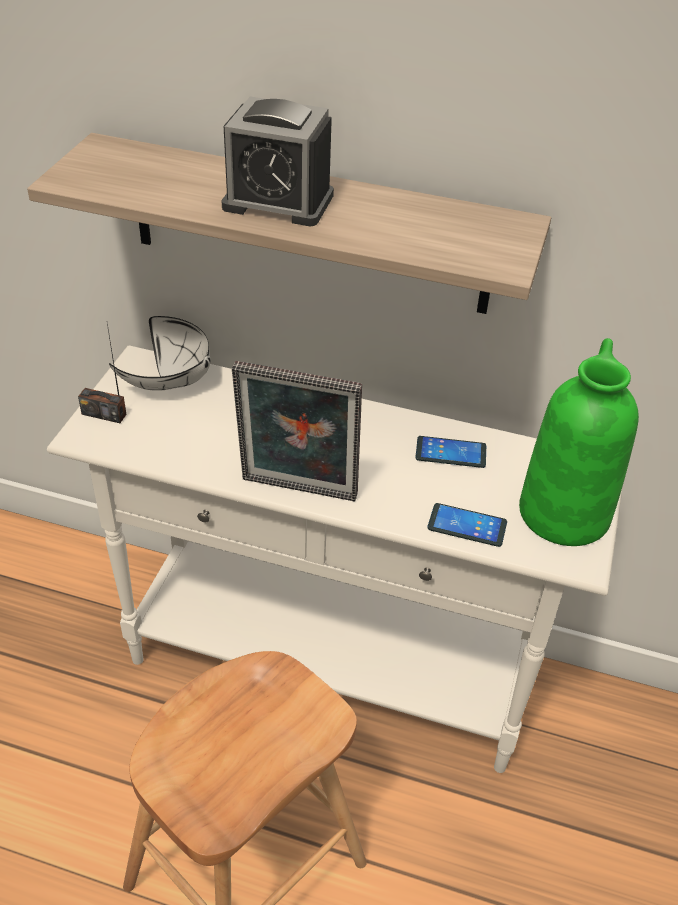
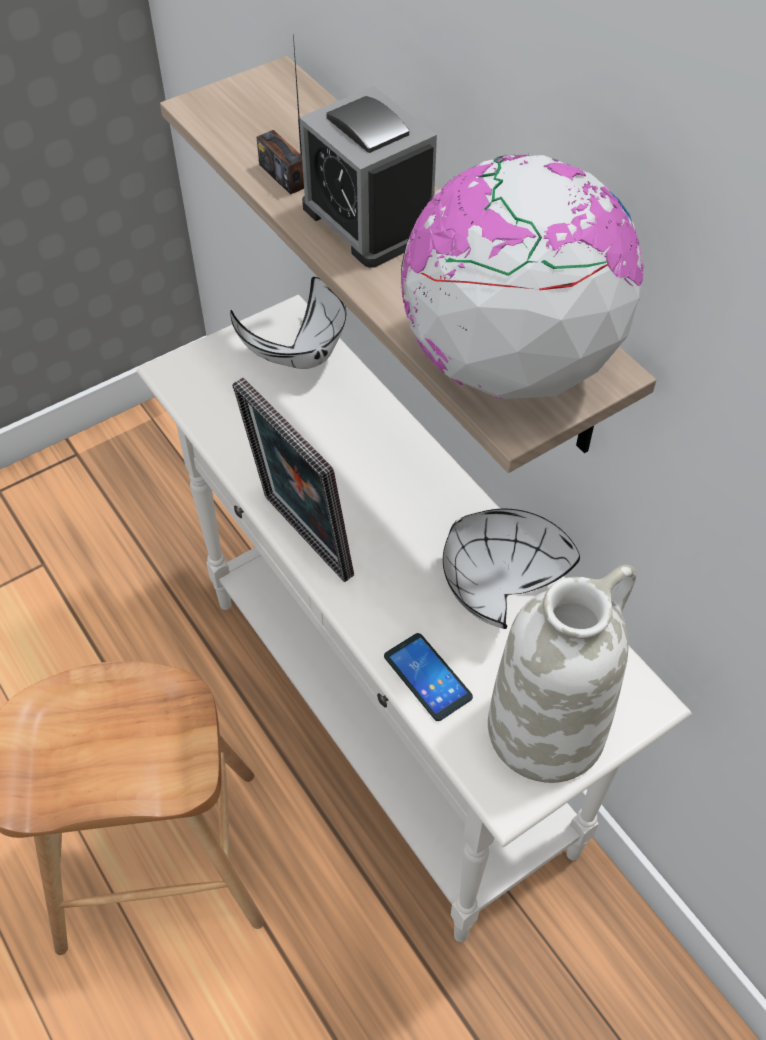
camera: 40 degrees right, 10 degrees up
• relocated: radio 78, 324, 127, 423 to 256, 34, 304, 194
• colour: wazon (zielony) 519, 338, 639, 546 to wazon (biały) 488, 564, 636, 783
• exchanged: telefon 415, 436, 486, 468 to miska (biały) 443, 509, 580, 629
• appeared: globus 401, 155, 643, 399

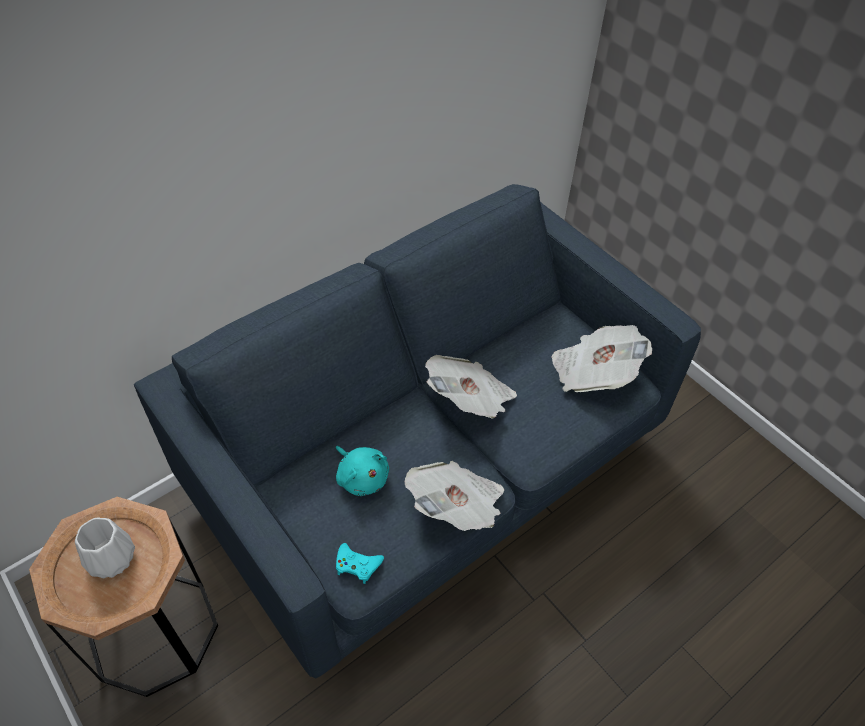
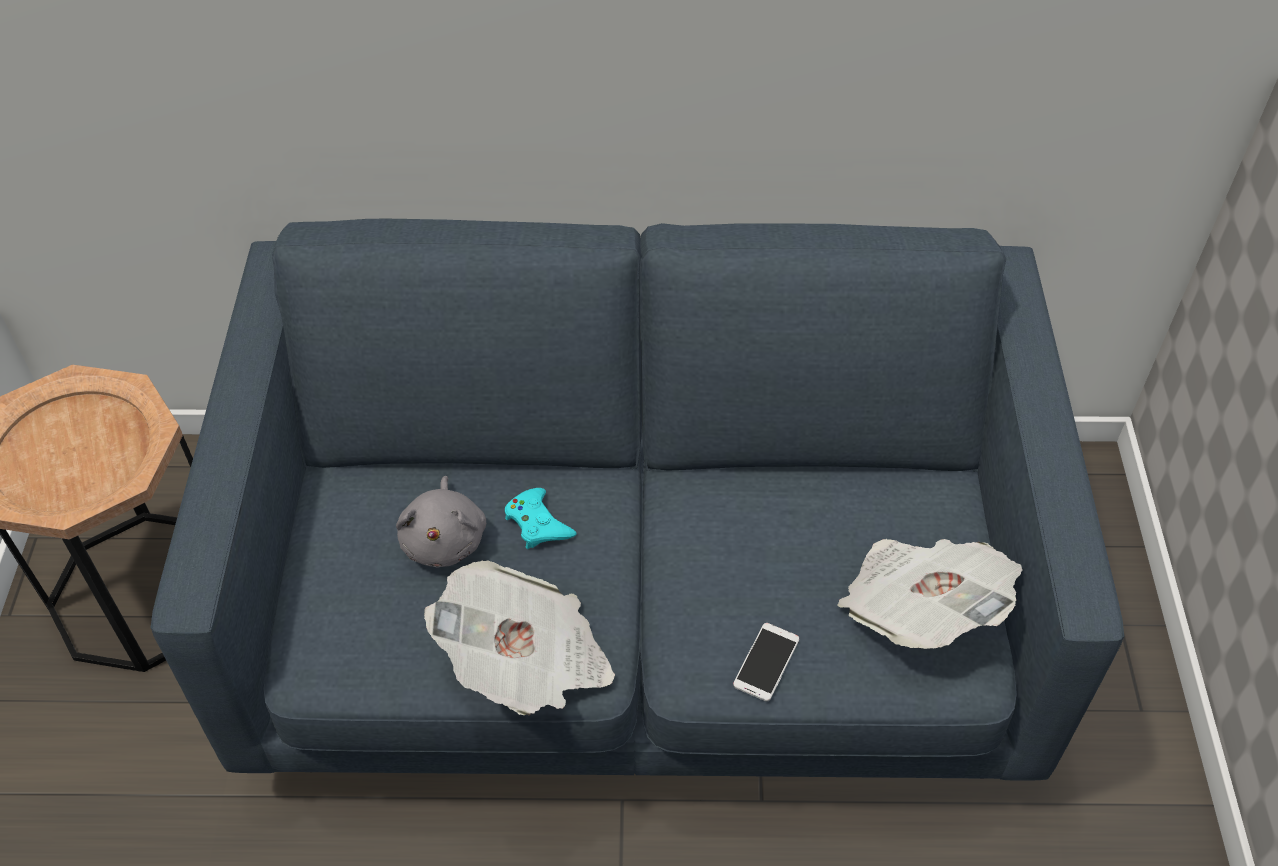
camera: 40 degrees right, 0 degrees up
• missing: gazeta 425, 355, 517, 419
• colour: pluszak (turkusowy) 336, 446, 389, 496 to pluszak (szary) 396, 476, 486, 567
• missing: wazon (biały) 75, 518, 135, 578
• relocated: pad do gier (turkusowy) 336, 543, 384, 584 to 505, 488, 577, 549
• appeared: telefon 733, 623, 799, 701

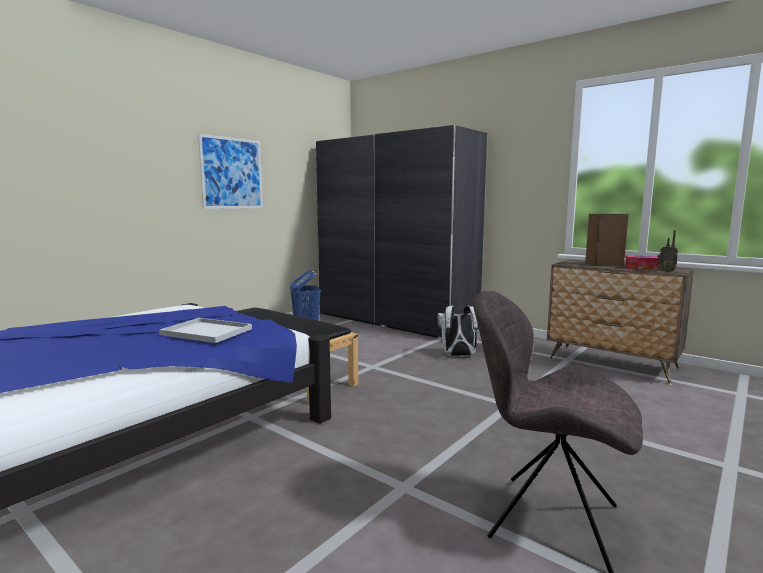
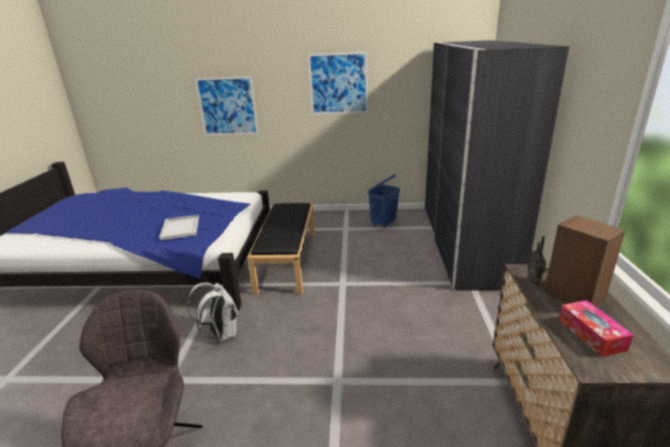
camera: 55 degrees right, 15 degrees up
• relocated: radio 657, 230, 678, 273 to 527, 235, 547, 284
• relocated: plecak (biały) 437, 305, 478, 356 to 188, 283, 238, 342
• appeared: obraz 195, 76, 259, 136

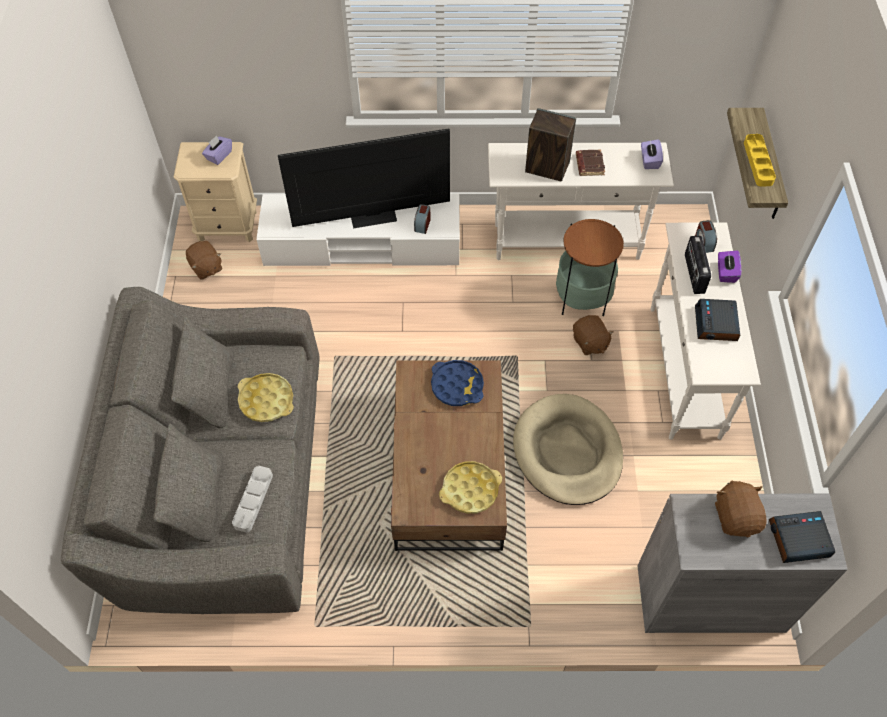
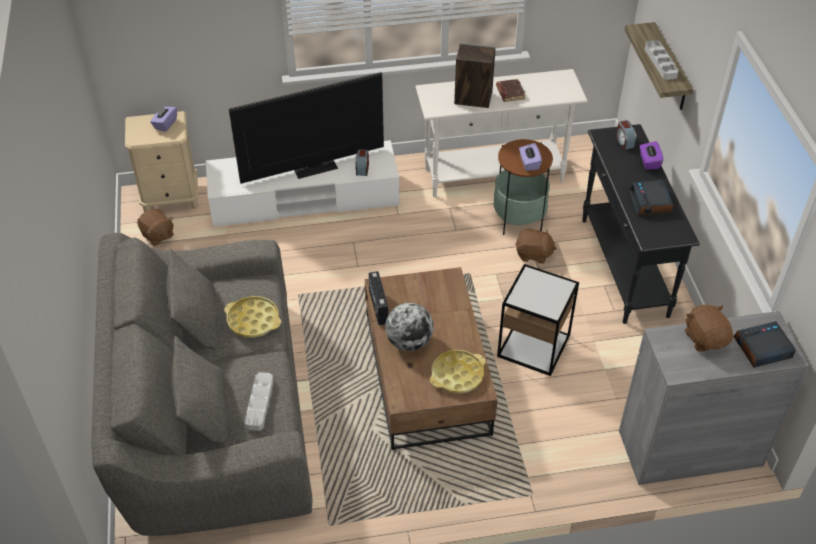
camera: 10 degrees left, 10 degrees down
• colour: taca (żółty) 744, 134, 776, 187 to taca (szary) 645, 40, 679, 80
• relocated: pudełko chusteczek (fioletowy) 641, 139, 663, 169 to 519, 143, 542, 171
• colour: stolik konsolowy (biały) 650, 222, 761, 440 to stolik konsolowy (czarny) 582, 124, 700, 324
• relocated: radio 685, 236, 711, 294 to 369, 271, 388, 325
• spun: pluszak (brązowy) 573, 315, 614, 355 = 516, 229, 557, 264 45 degrees counterclockwise
• missing: taca (niebieski) 431, 360, 484, 406
• exchanged: legowisko (beżowy) 513, 394, 623, 505 to stolik 497, 264, 579, 376
• appeared: globus 385, 303, 434, 351

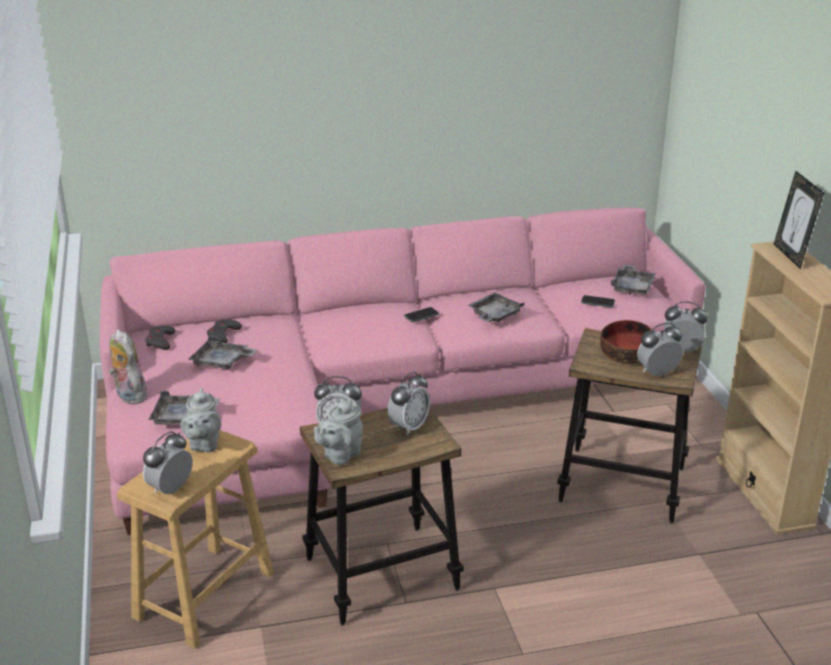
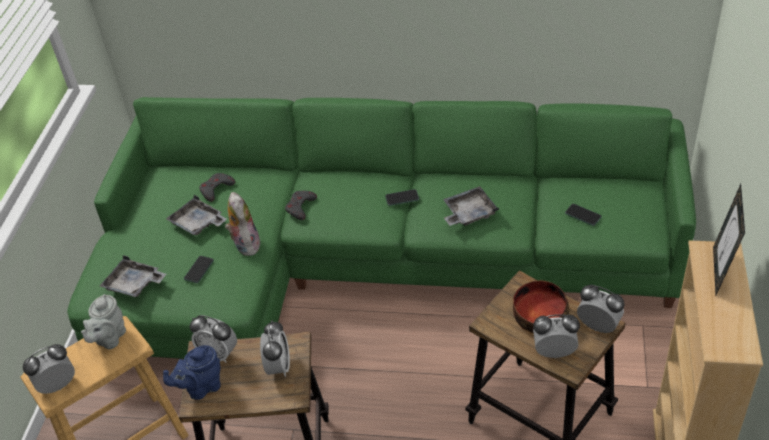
camera: 25 degrees right, 15 degrees up
• colour: kanapa (różowy) 100, 208, 706, 535 to kanapa (zielony) 67, 97, 696, 359
• missing: taca (szary) 611, 265, 656, 295
• relocated: pad do gier (szary) 146, 325, 175, 350 to 285, 191, 317, 220
• relocated: pluszak 109, 329, 147, 405 to 225, 192, 261, 256
• spun: budzik 387, 372, 430, 436 = 260, 320, 290, 377 60 degrees counterclockwise
• colour: imbryk (szary) 314, 399, 363, 465 to imbryk (niebieski) 163, 345, 220, 400
• appeared: telefon 184, 256, 214, 283

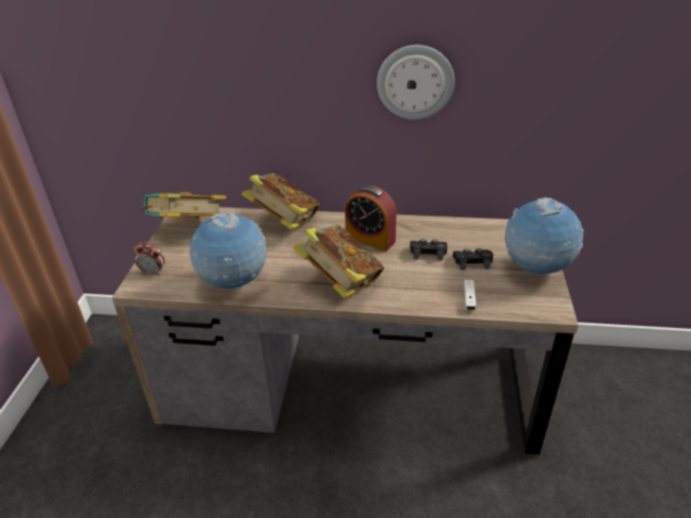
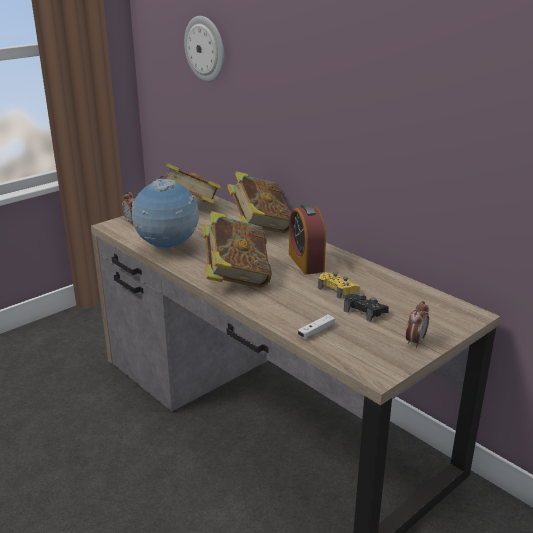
camera: 40 degrees right, 10 degrees down
• relocated: zegar ścienny 377, 45, 455, 120 to 184, 16, 224, 82
• exchanged: globus 505, 198, 584, 275 to budzik 406, 301, 429, 348
• colour: pad do gier (czarny) 410, 238, 447, 260 to pad do gier (żółty) 318, 272, 360, 299

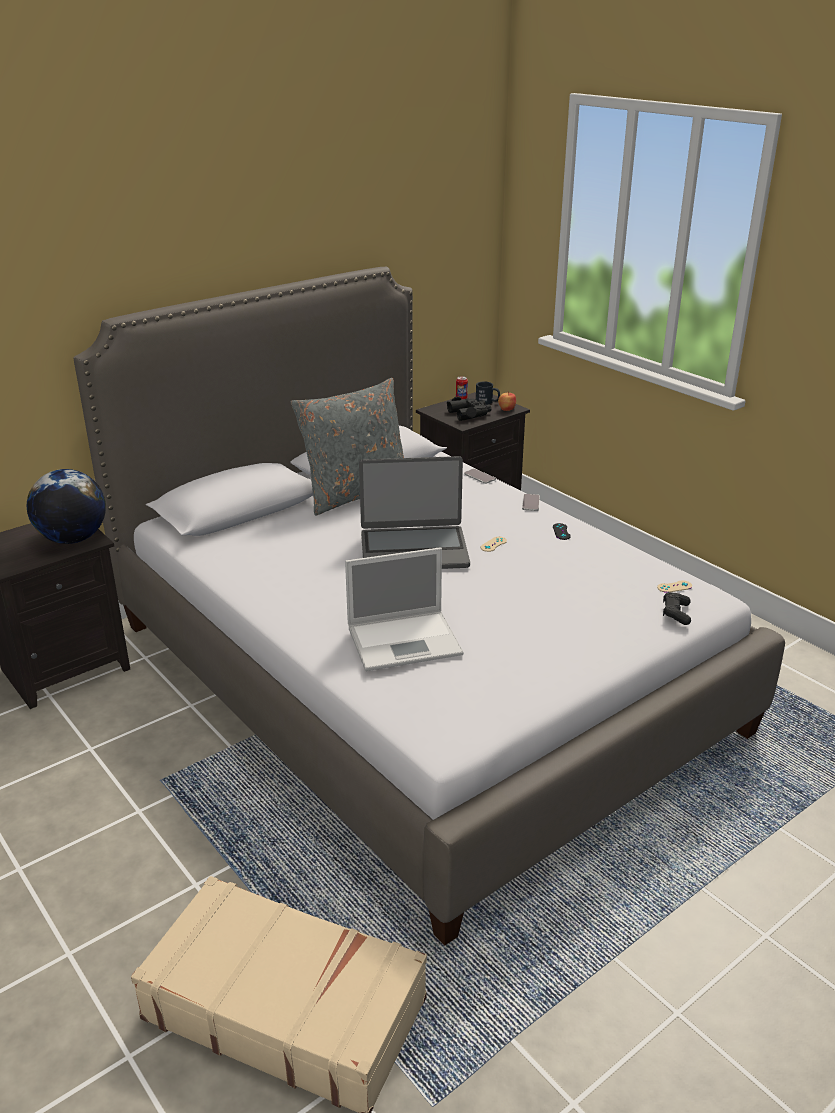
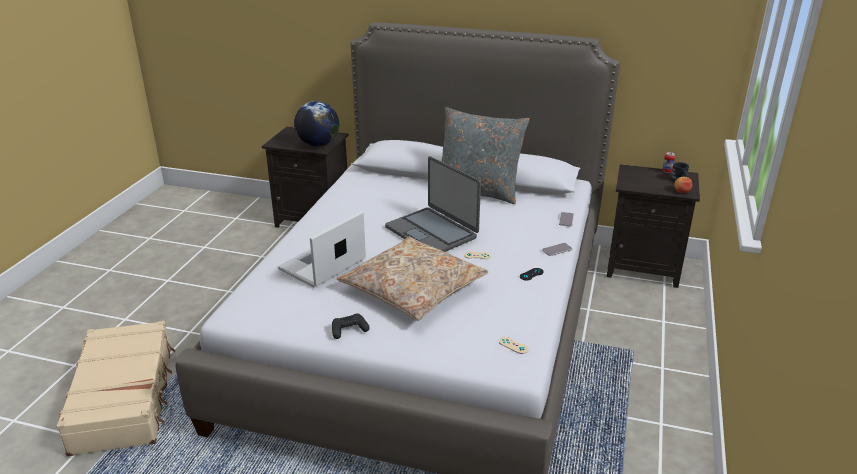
camera: 55 degrees right, 0 degrees up
• missing: lornetka (czarny) 447, 396, 492, 421
• spun: laptop 345, 547, 464, 671 = 278, 211, 366, 288 90 degrees clockwise
• relocated: pad do gier (czarny) 663, 592, 691, 625 to 332, 313, 370, 339
• appeared: poduszka (beżowy) 337, 236, 488, 321

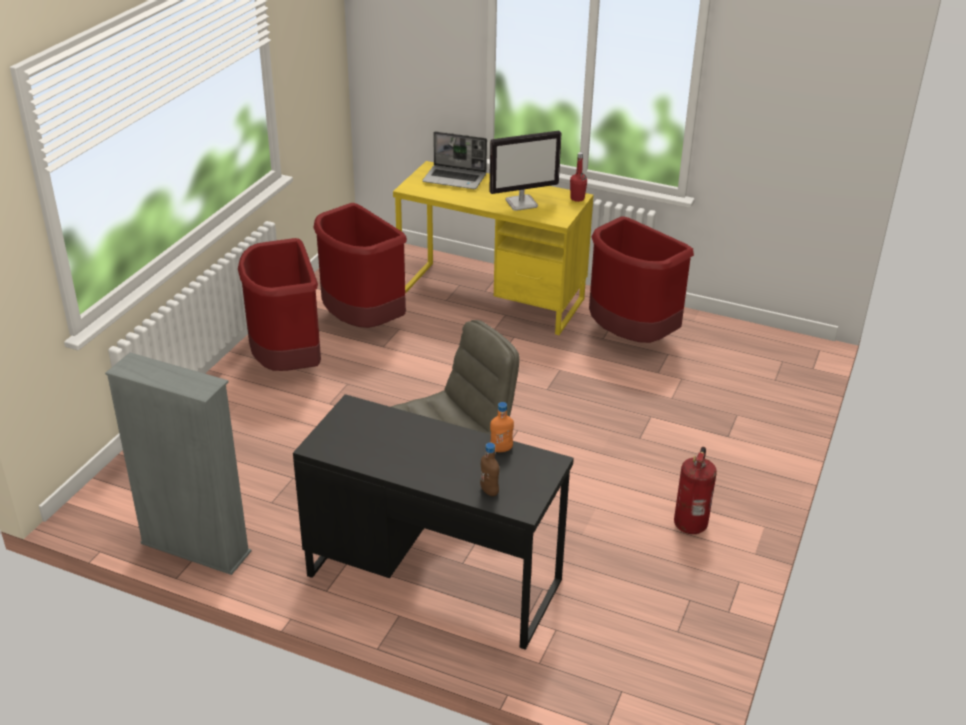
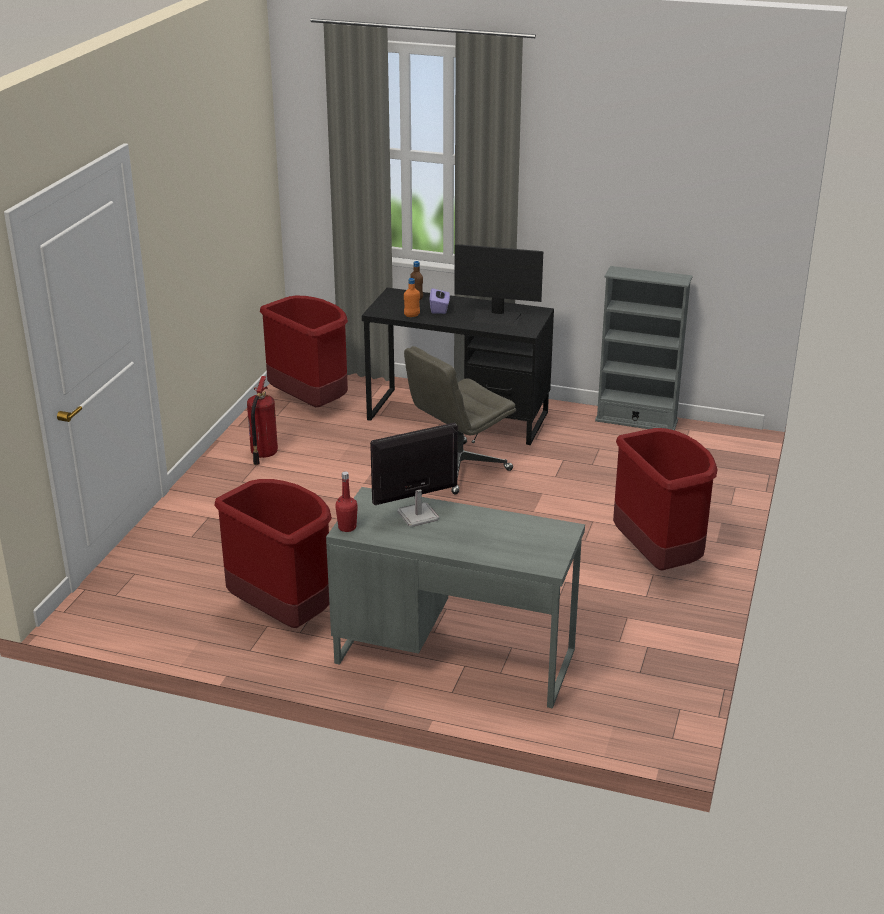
camera: 175 degrees right, 5 degrees down
• missing: laptop 422, 131, 487, 189
• colour: biurko (żółty) 393, 161, 593, 335 to biurko (szary) 326, 487, 585, 708
• relocated: kosz na śmieci (czerwony) 313, 203, 407, 328 to 260, 296, 348, 407
• appeared: monitor 454, 244, 543, 326
• appeared: pudełko chusteczek (fioletowy) 430, 288, 450, 314

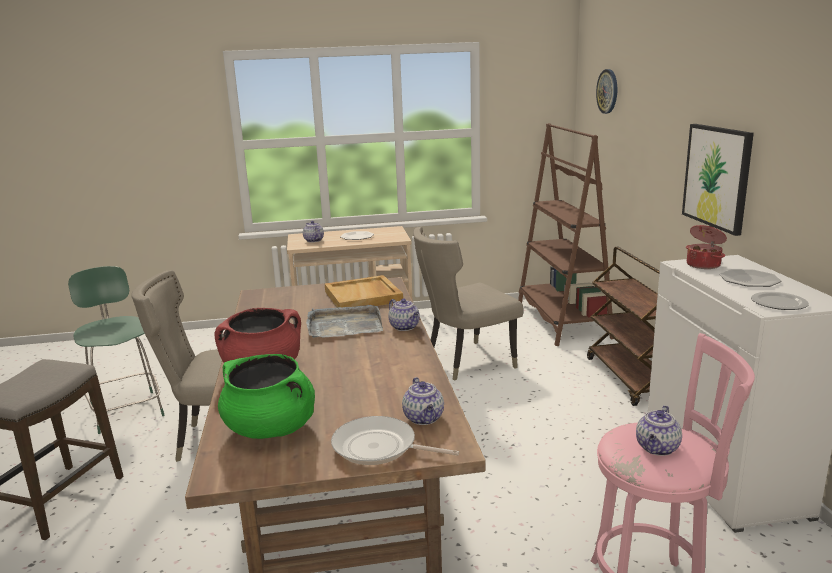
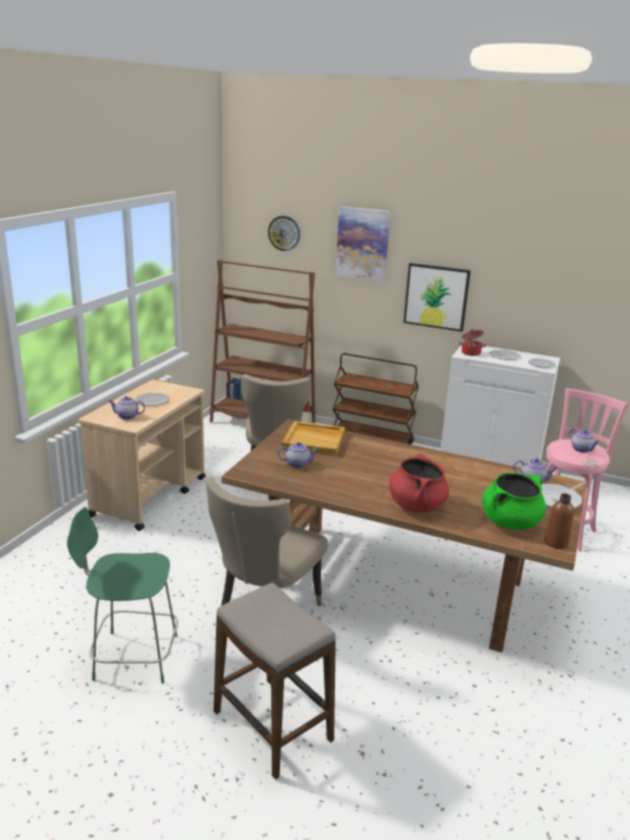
camera: 60 degrees left, 5 degrees up
• relocated: imbryk 388, 299, 420, 331 to 278, 442, 319, 468
• missing: taca (szary) 306, 305, 383, 338
• appeared: obraz 336, 206, 391, 282
• appeared: butelka (brązowy) 544, 493, 574, 549

